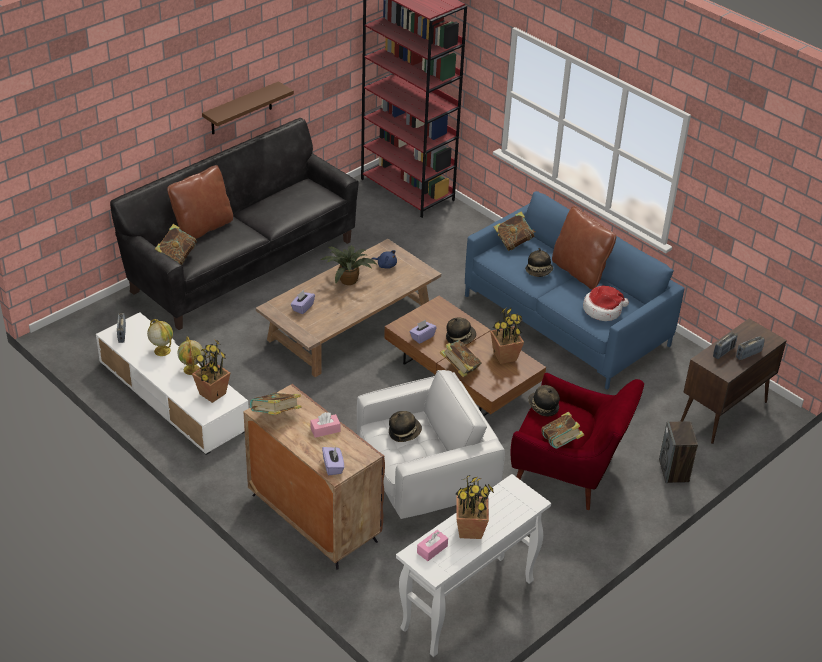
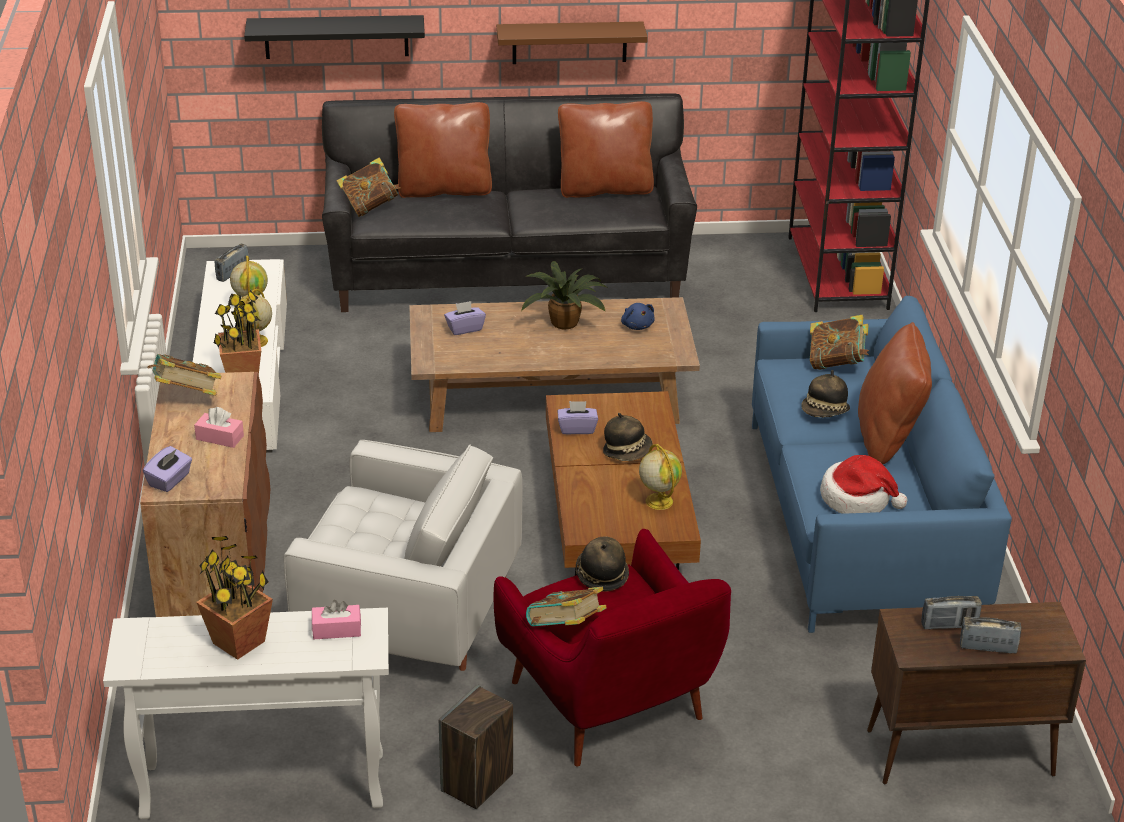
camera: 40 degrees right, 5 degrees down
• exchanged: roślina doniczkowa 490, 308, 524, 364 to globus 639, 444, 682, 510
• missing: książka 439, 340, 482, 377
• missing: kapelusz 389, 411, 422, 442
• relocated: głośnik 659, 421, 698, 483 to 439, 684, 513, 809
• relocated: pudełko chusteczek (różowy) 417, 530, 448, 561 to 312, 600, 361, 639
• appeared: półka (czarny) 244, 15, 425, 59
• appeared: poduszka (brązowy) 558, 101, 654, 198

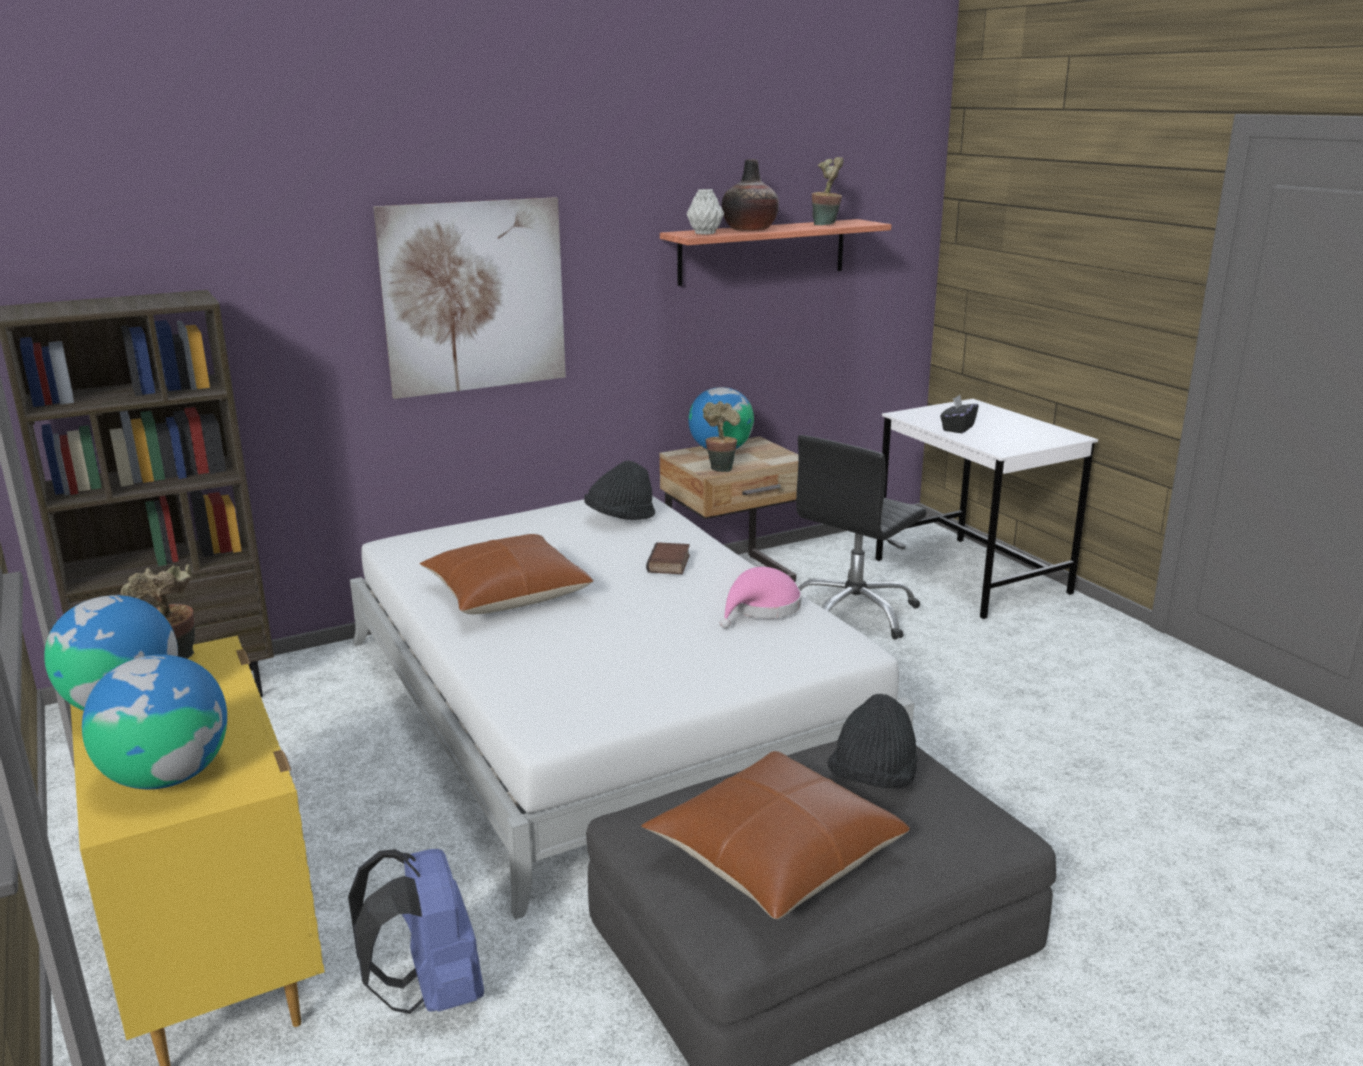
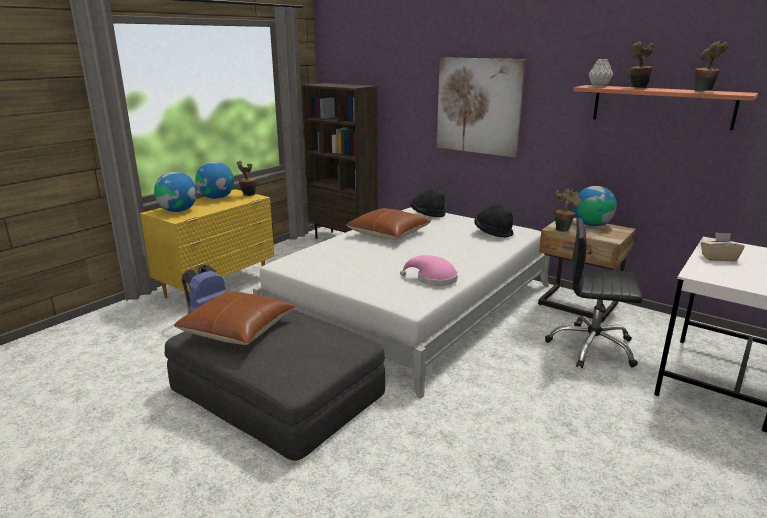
camera: 65 degrees right, 0 degrees up
• exchanged: wazon 722, 159, 779, 231 to roślina doniczkowa 630, 41, 655, 88
• colour: pudełko chusteczek (czarny) 940, 395, 979, 433 to pudełko chusteczek (beżowy) 701, 232, 745, 261
• missing: książka 646, 542, 690, 574
• relocated: kapelusz (czarny) 828, 694, 918, 788 to 410, 188, 446, 217

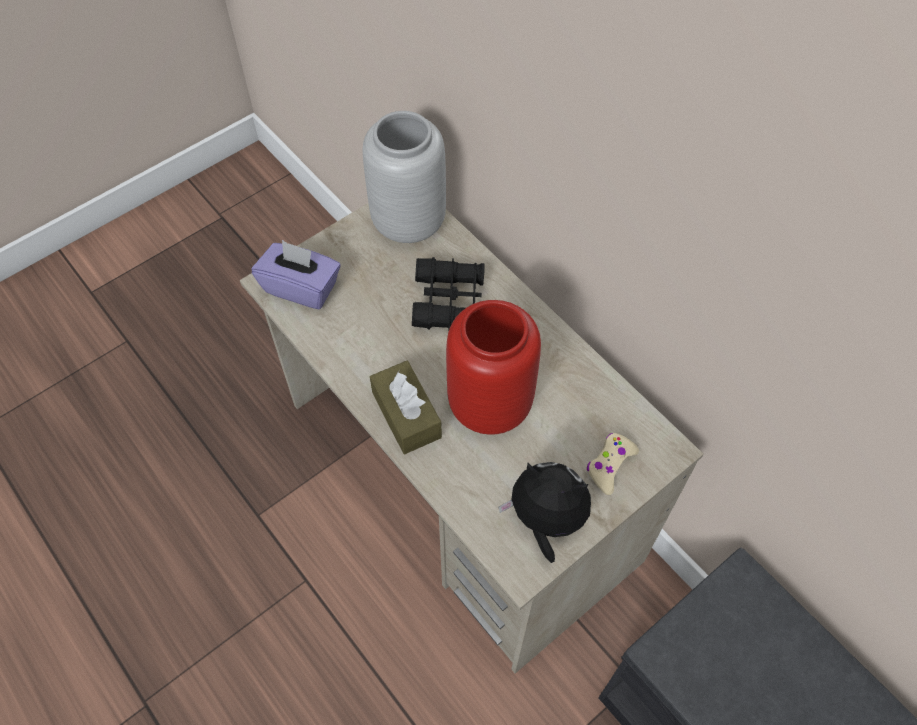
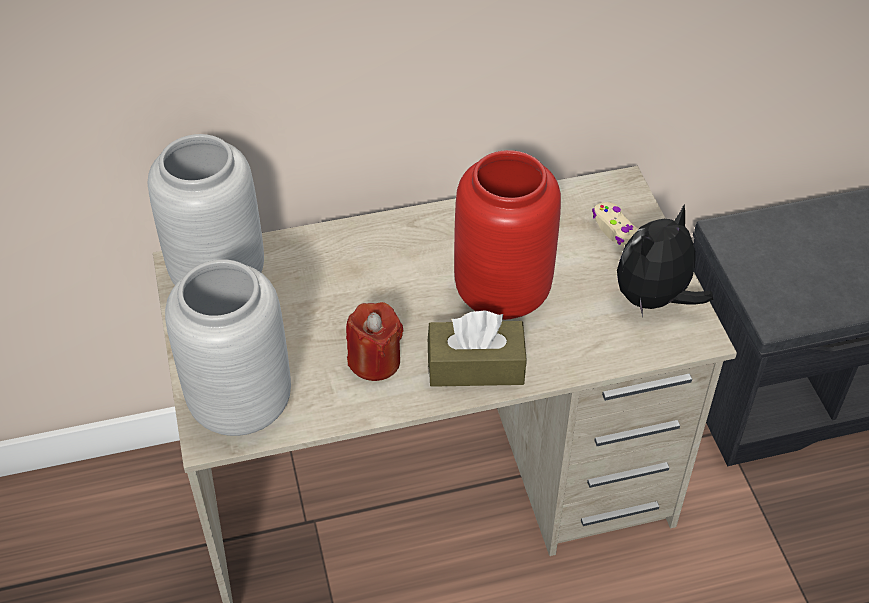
camera: 65 degrees left, 10 degrees down
• exchanged: pudełko chusteczek (fioletowy) 251, 240, 341, 309 to wazon (szary) 165, 260, 291, 436
• missing: lornetka (czarny) 412, 257, 485, 332
• appeared: świeca (czerwony) 346, 302, 404, 381

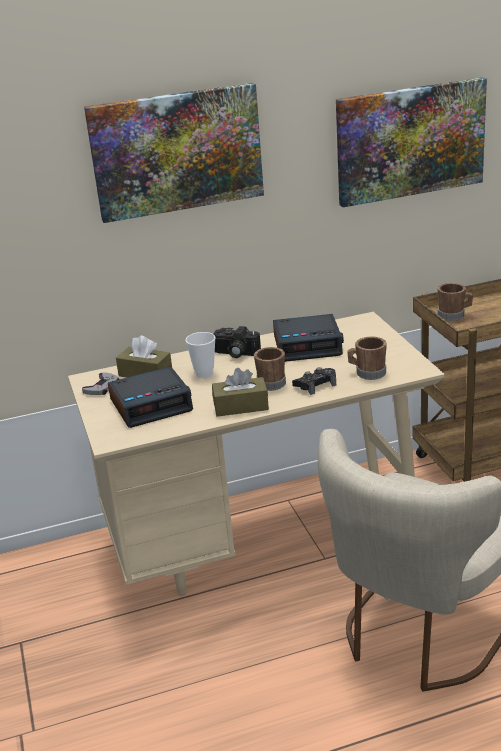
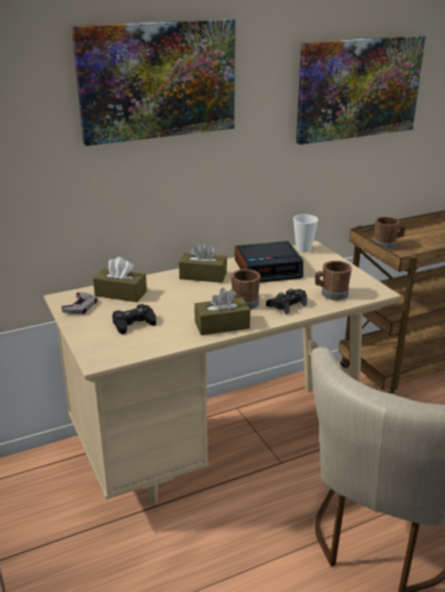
camera: 10 degrees left, 0 degrees up
• exchanged: aparat fotograficzny 213, 326, 261, 358 to pudełko chusteczek (brązowy) 179, 242, 227, 283
• relocated: filiżanka 186, 332, 216, 378 to 293, 214, 318, 252
• exchanged: budzik 108, 366, 193, 428 to pad do gier (czarny) 112, 304, 156, 335

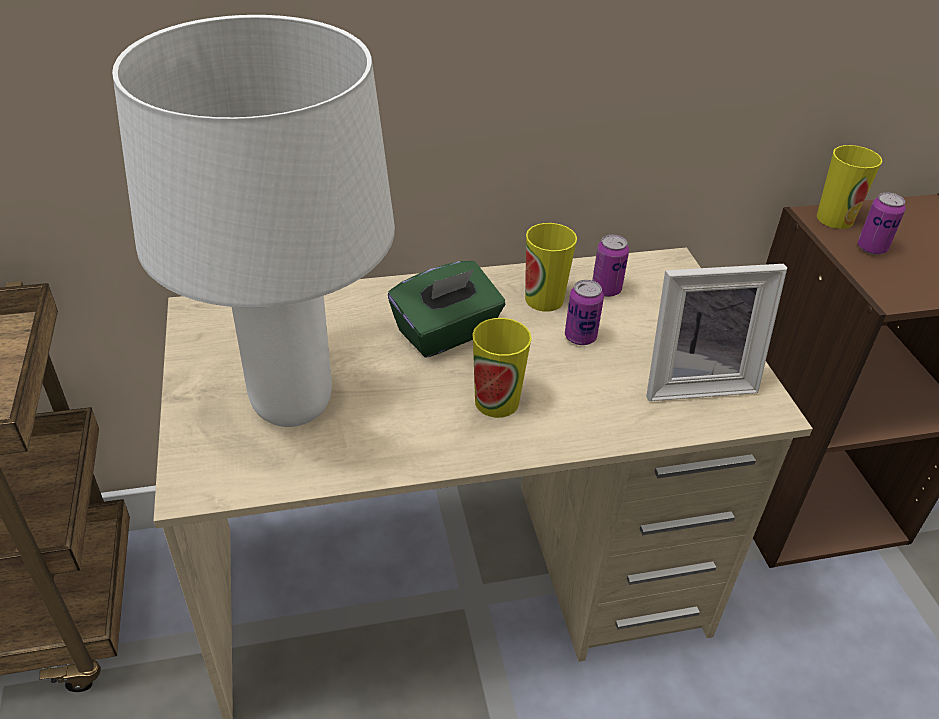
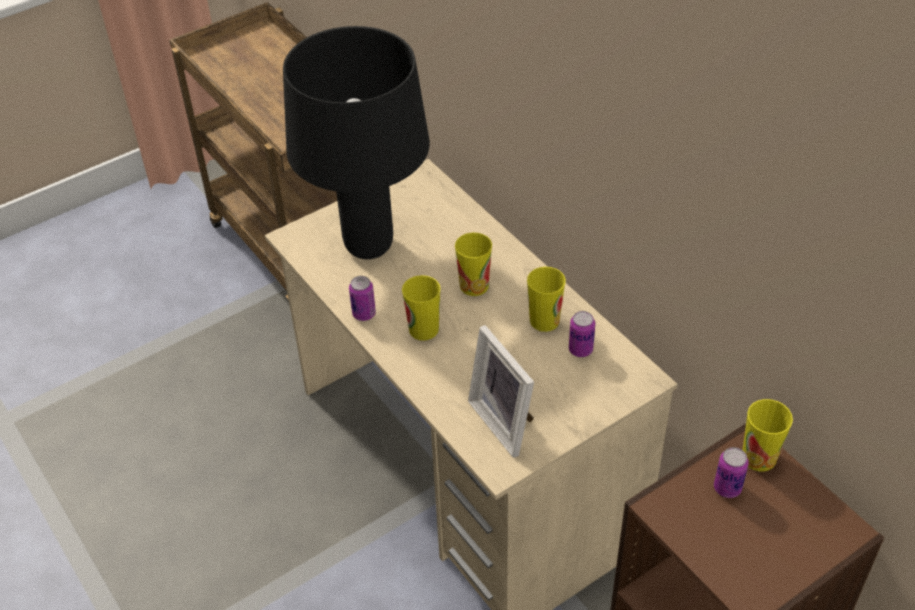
camera: 70 degrees right, 5 degrees up
• colour: lampa stołowa (biały) 112, 15, 395, 427 to lampa stołowa (czarny) 283, 26, 430, 259
• exchanged: pudełko chusteczek (zielony) 388, 261, 506, 358 to filiżanka 455, 233, 492, 296
• relocated: puszka 565, 280, 604, 345 to 349, 276, 376, 321

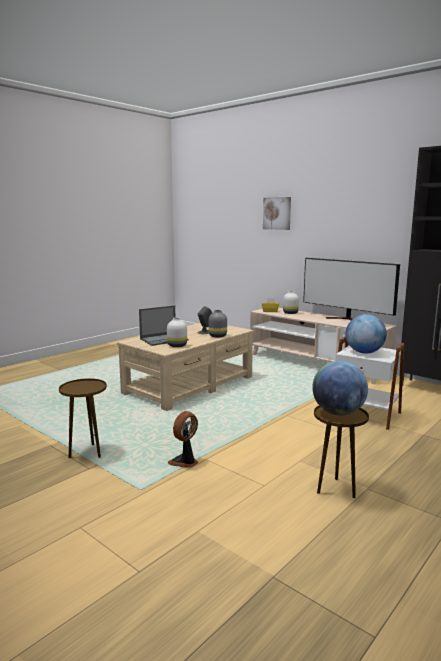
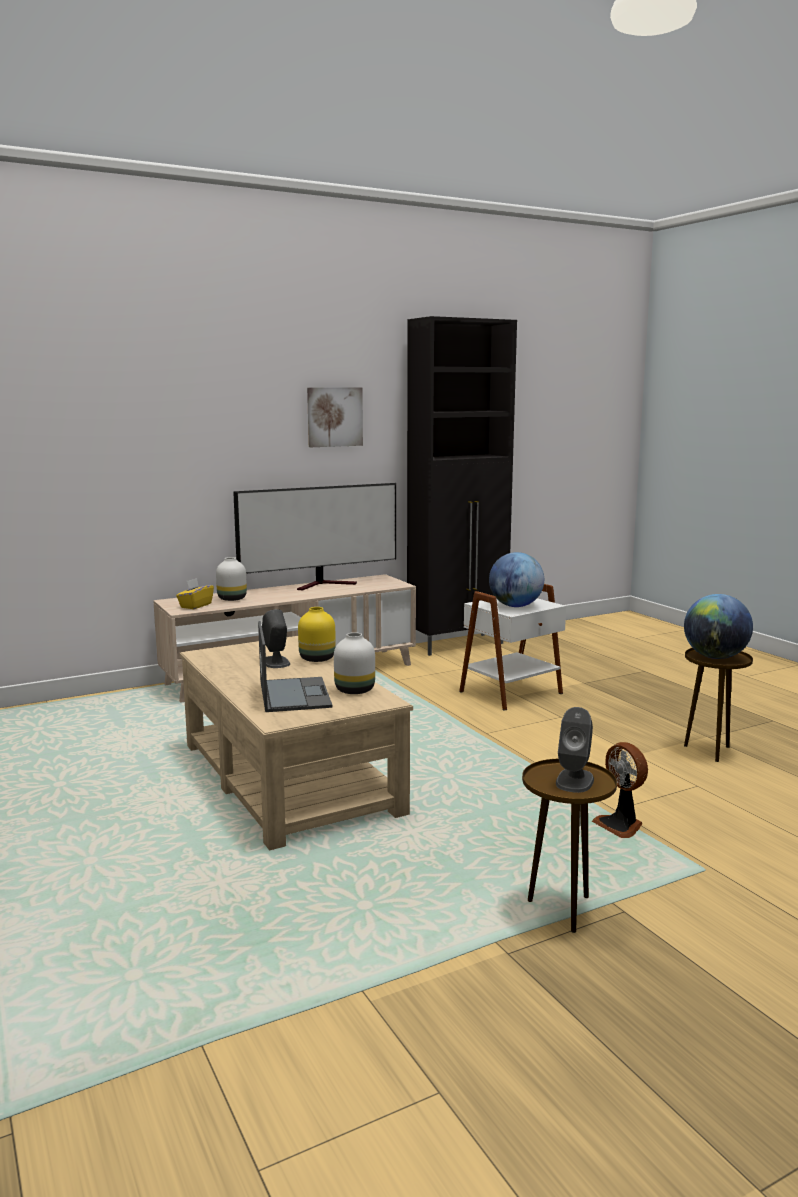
camera: 70 degrees left, 0 degrees up
• relocated: obraz 263, 197, 291, 230 to 307, 388, 363, 447
• colour: wazon (szary) 209, 310, 227, 338 to wazon (żółty) 298, 607, 336, 662
• appeared: głośnik (szary) 556, 707, 594, 793

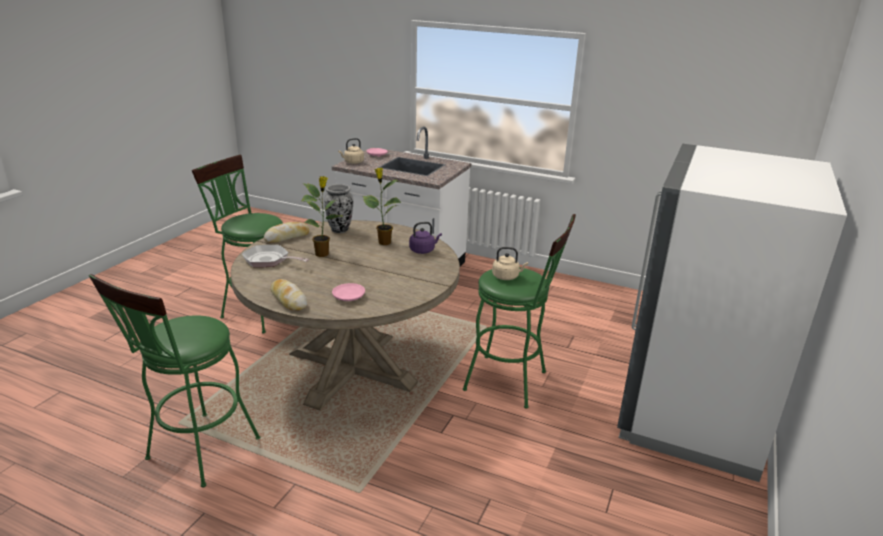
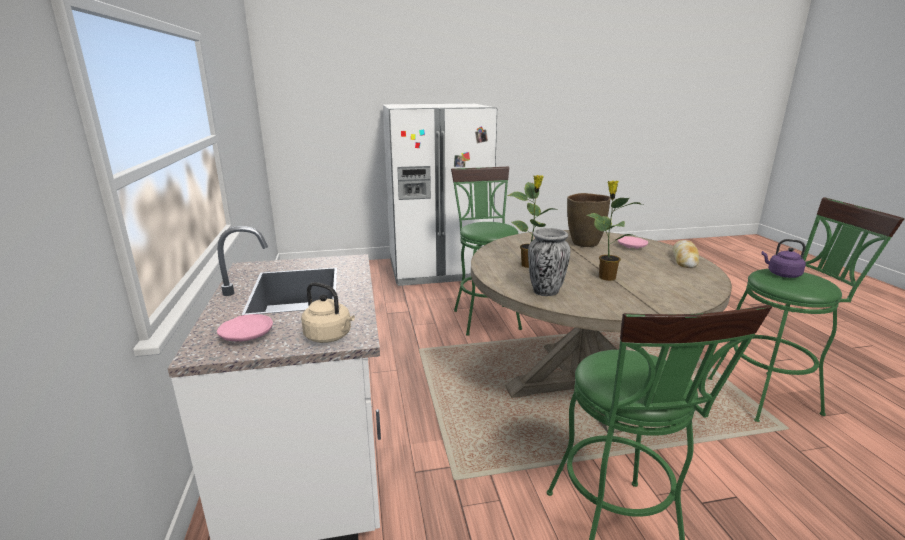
camera: 125 degrees left, 5 degrees down
• missing: chleb 264, 222, 309, 243
• relocated: czajnik (fioletowy) 409, 222, 442, 254 to 762, 239, 806, 278
• missing: patelnia 242, 245, 309, 267
• missing: czajnik (beżowy) 492, 247, 528, 280
• appeared: wazon (brązowy) 567, 193, 611, 247

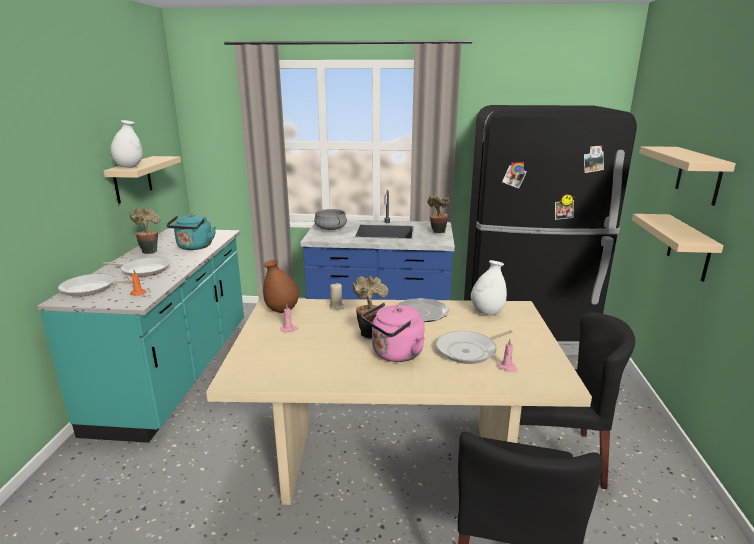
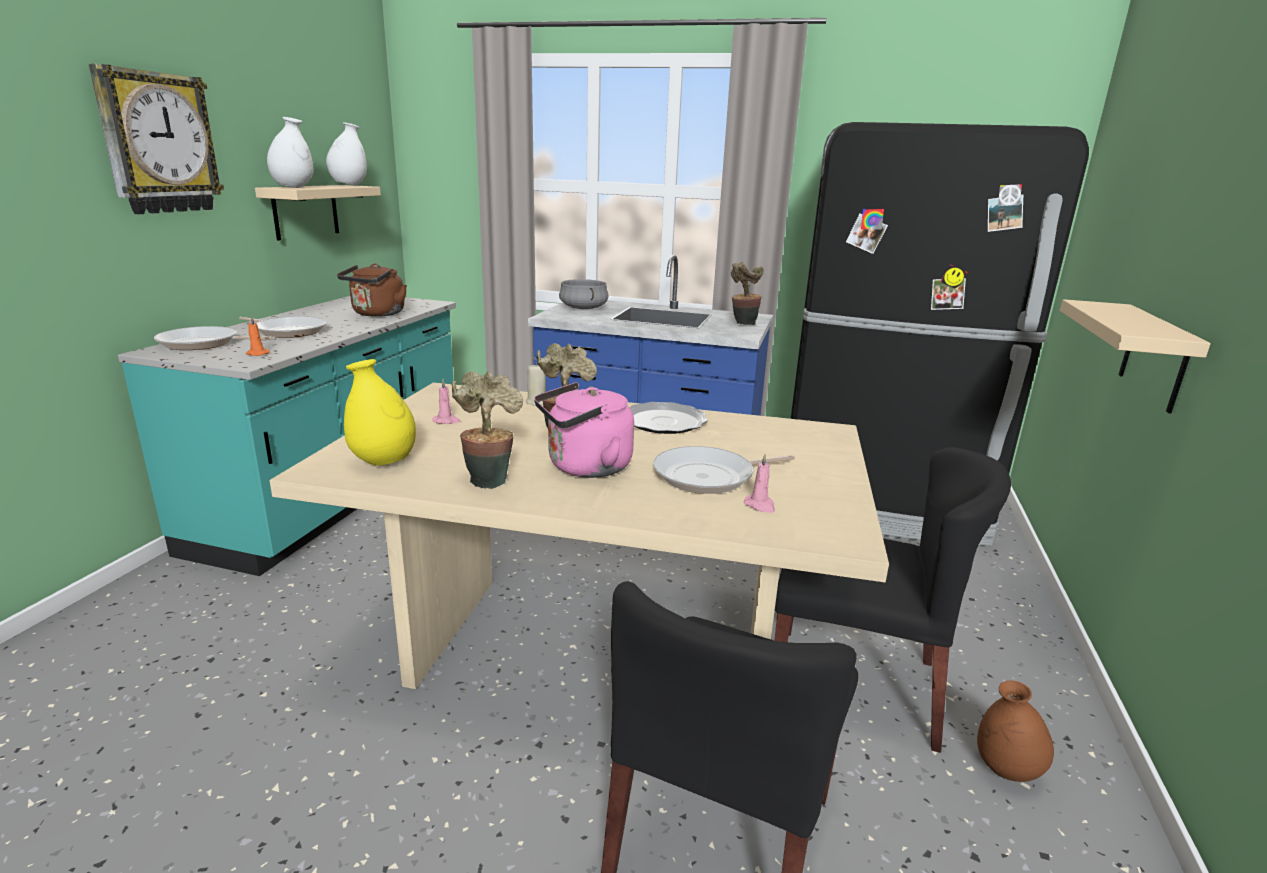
camera: 10 degrees right, 0 degrees up
• missing: półka (beżowy) 639, 146, 736, 206
• relocated: roślina doniczkowa 129, 208, 160, 254 to 451, 371, 523, 489
• colour: czajnik (turkusowy) 166, 214, 216, 250 to czajnik (brązowy) 337, 263, 407, 317
• relocated: wazon (brązowy) 263, 260, 299, 313 to 977, 680, 1054, 782
• relocated: wazon (biały) 471, 260, 507, 315 to 326, 122, 367, 186
• appeared: zegar ścienny 89, 63, 224, 214
• appeared: wazon (żółty) 344, 359, 416, 466

